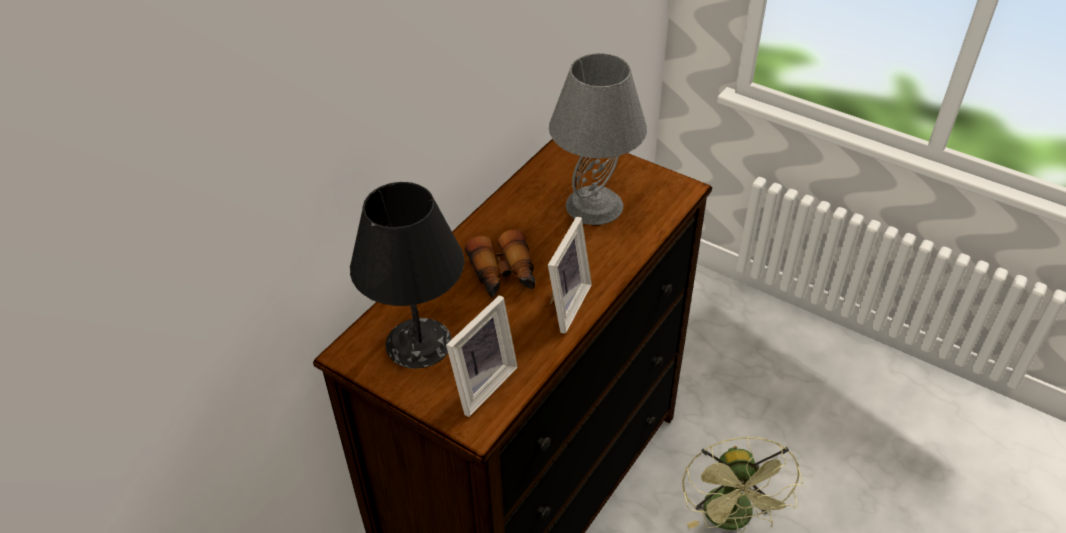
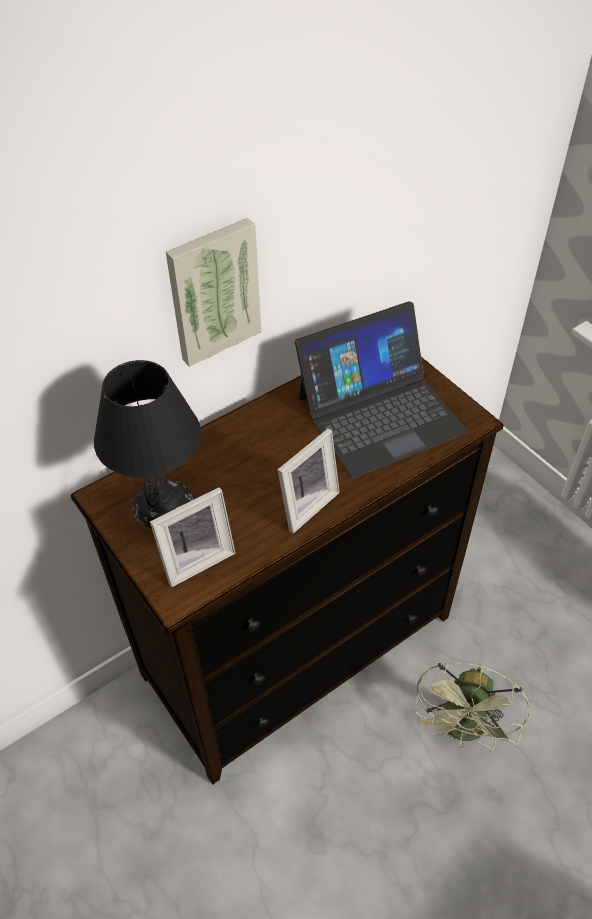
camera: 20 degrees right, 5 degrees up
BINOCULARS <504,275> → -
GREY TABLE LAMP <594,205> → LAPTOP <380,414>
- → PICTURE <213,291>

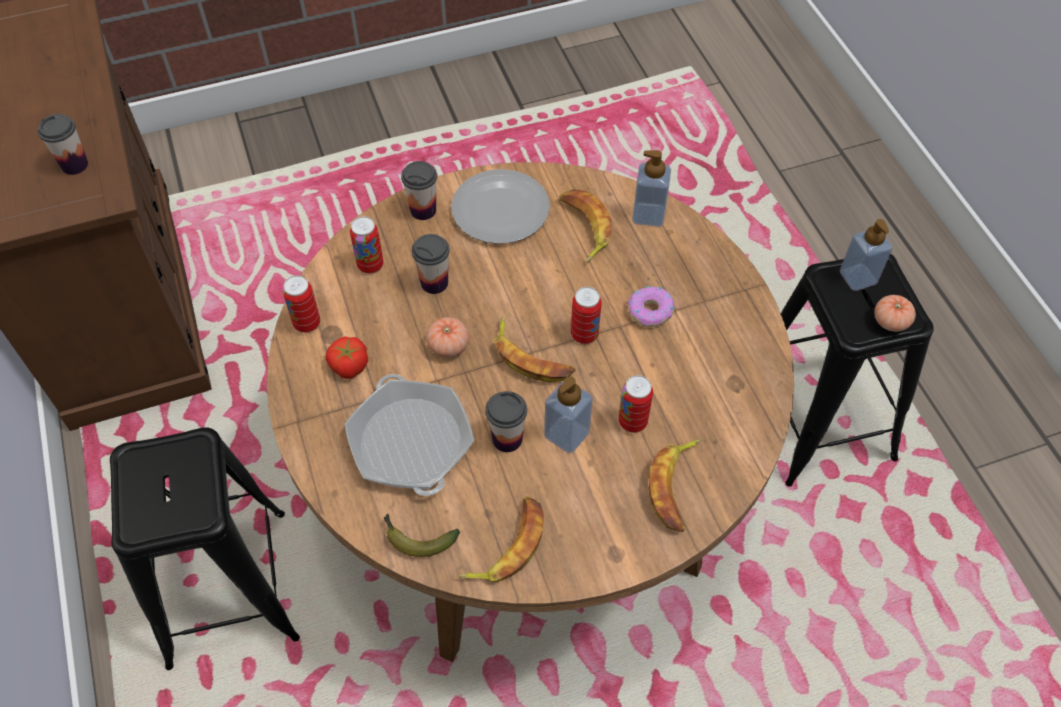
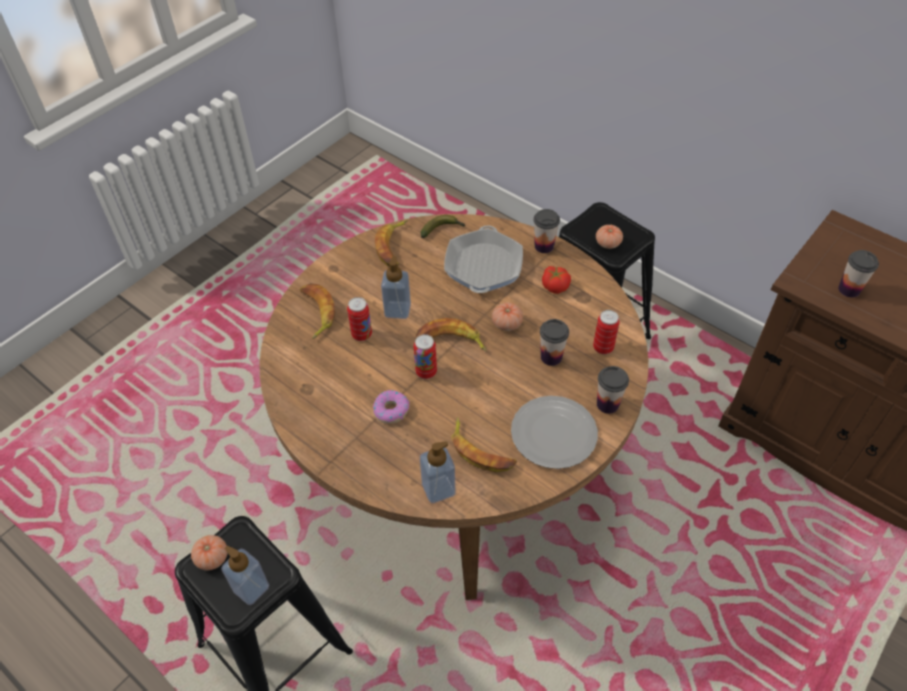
camera: 150 degrees right, 5 degrees down
CAN <307,323> → -
FRYING PAN <411,442> → FRYING PAN <483,266>, 120 degrees counterclockwise
CUP <507,439> → CUP <544,246>, move
- → TOMATO <608,243>

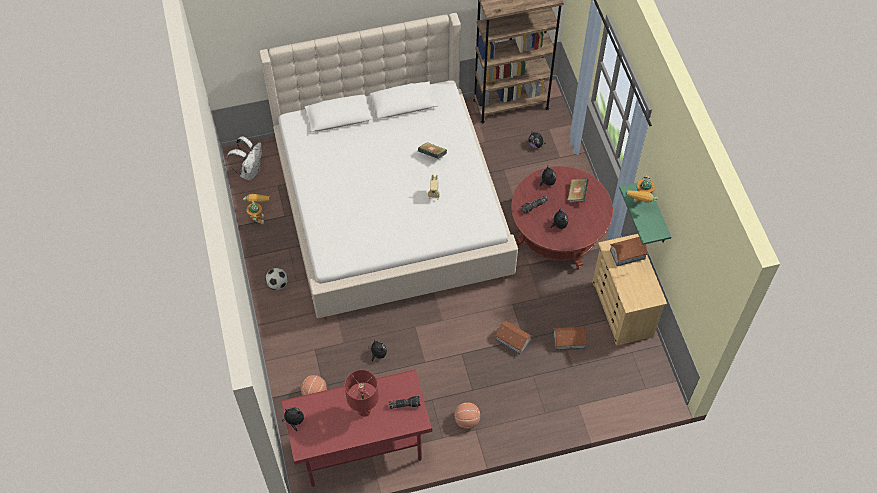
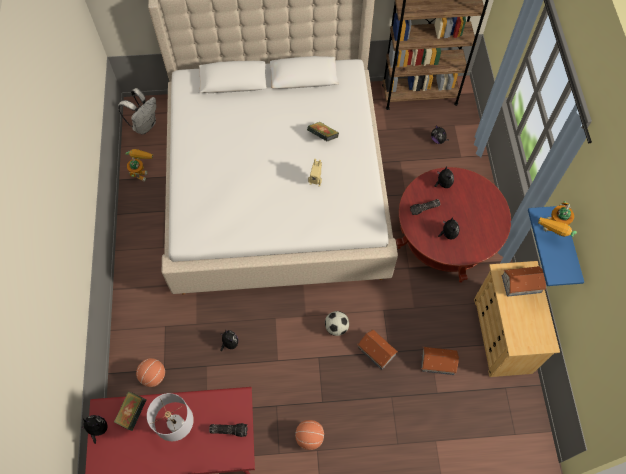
camera: 10 degrees right, 5 degrees up
FOOTBALL <277,284> → FOOTBALL <336,327>, move
RED TABLE LAMP <364,410> → GREY TABLE LAMP <181,429>
BOOK <577,195> → BOOK <132,413>, move
GREEN SHELF <657,215> → BLUE SHELF <568,249>

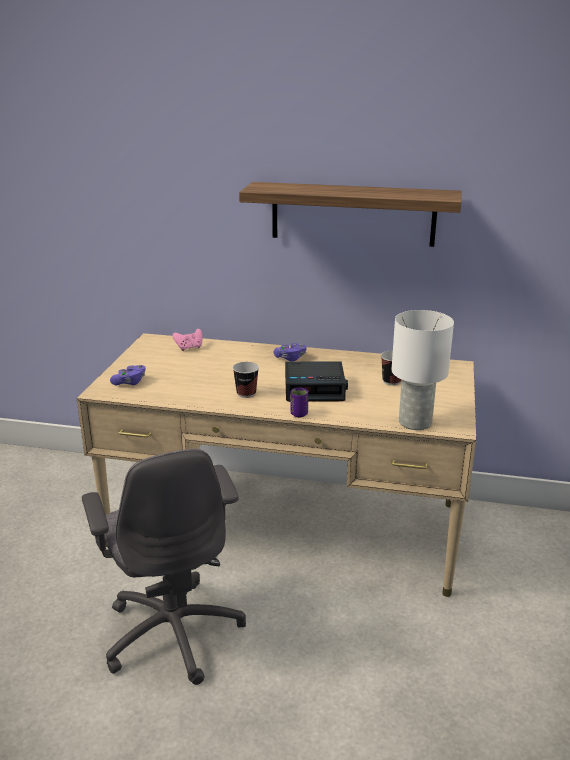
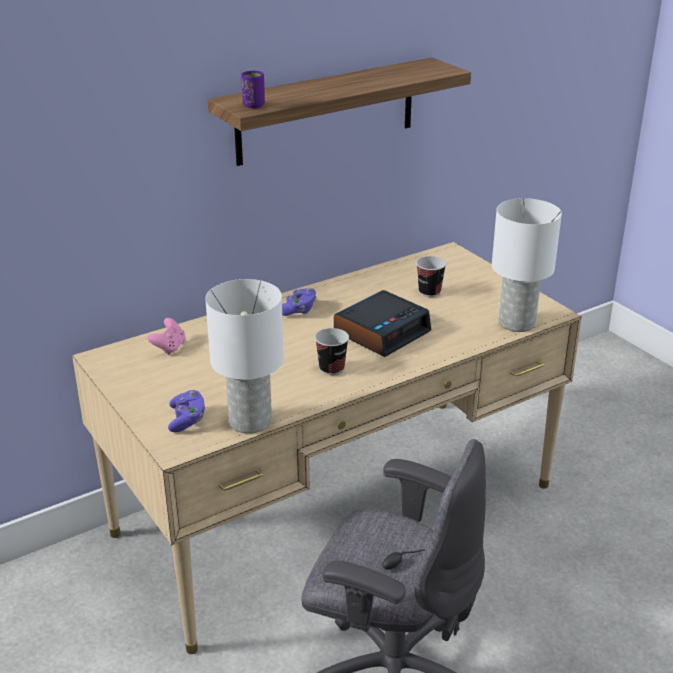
camera: 45 degrees left, 5 degrees up
PURPLE CUP <299,414> → PURPLE CUP <253,105>, move
- → WHITE TABLE LAMP <249,421>

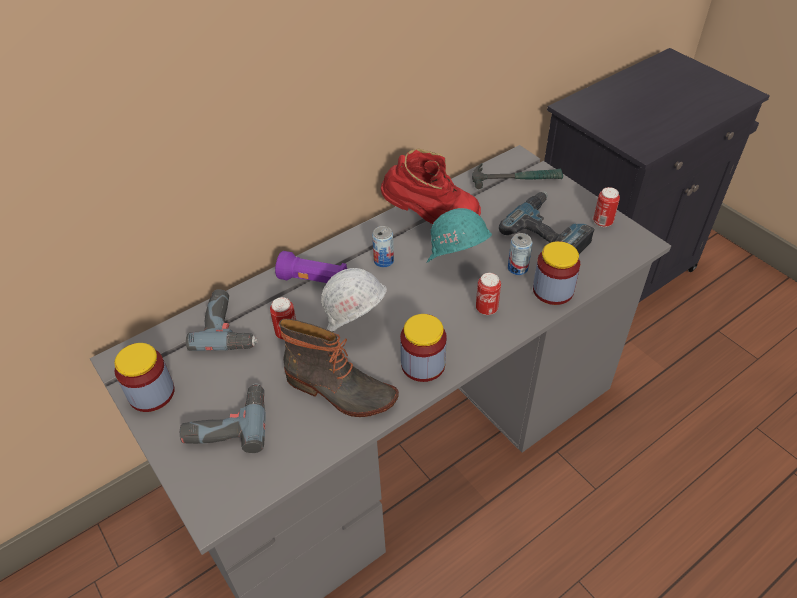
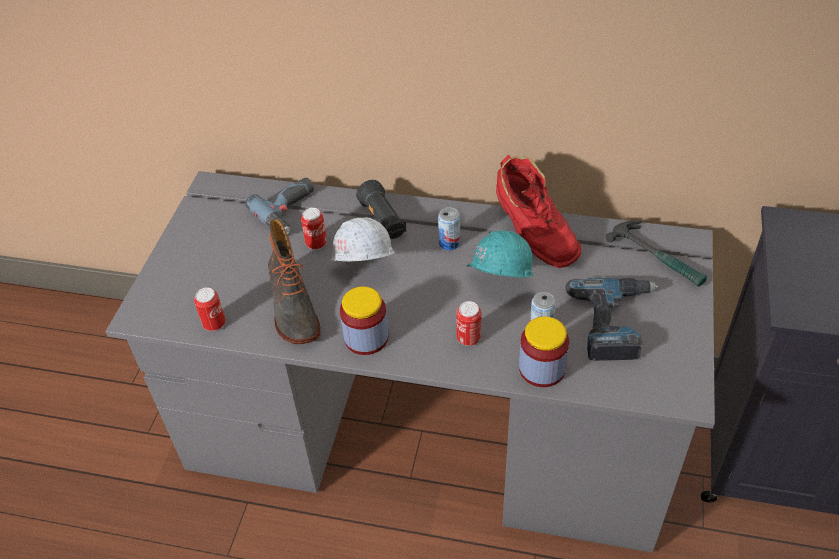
camera: 50 degrees right, 0 degrees up
JAR <151,393> → -
POWER DRILL <227,423> → -
PURPLE FLASHLIGHT <314,280> → BLACK FLASHLIGHT <383,221>
CAN <602,222> → CAN <214,324>, move

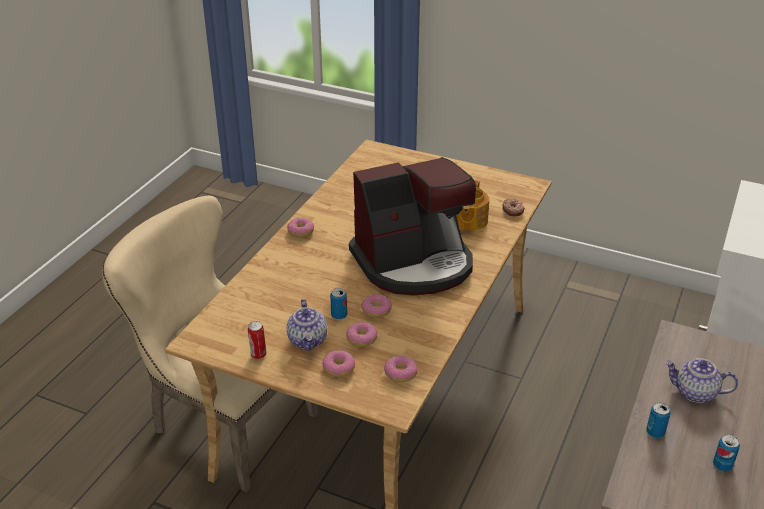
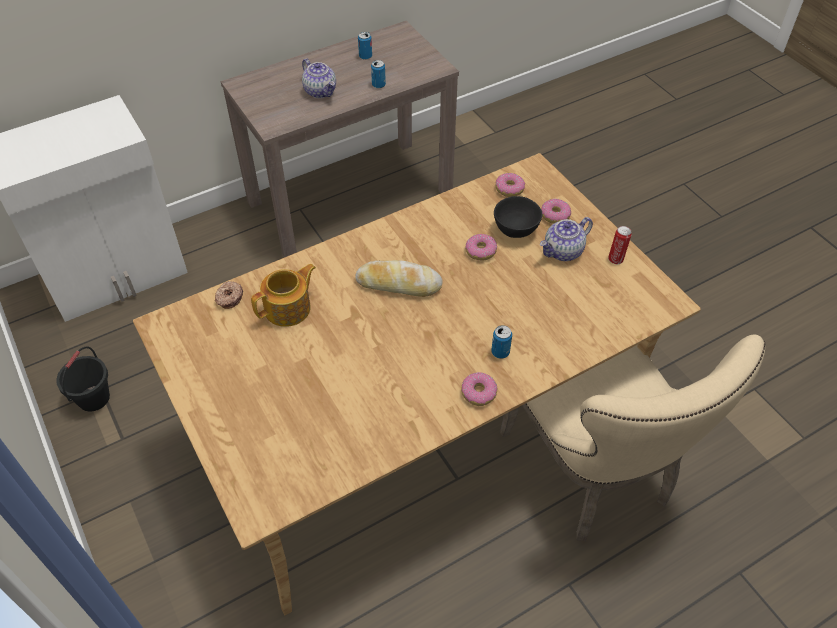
camera: 145 degrees left, 15 degrees up
TEAPOT <308,340> → TEAPOT <563,252>, 150 degrees counterclockwise
CAN <339,315> → CAN <500,352>, move
DONUT <361,339> → BLACK BOWL <516,231>
COFFEE MACHINE <414,263> → BREAD <398,284>
- → BLACK BUCKET <93,398>

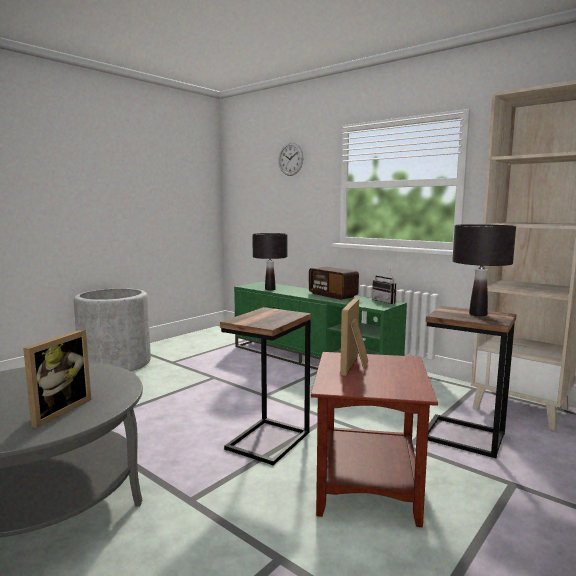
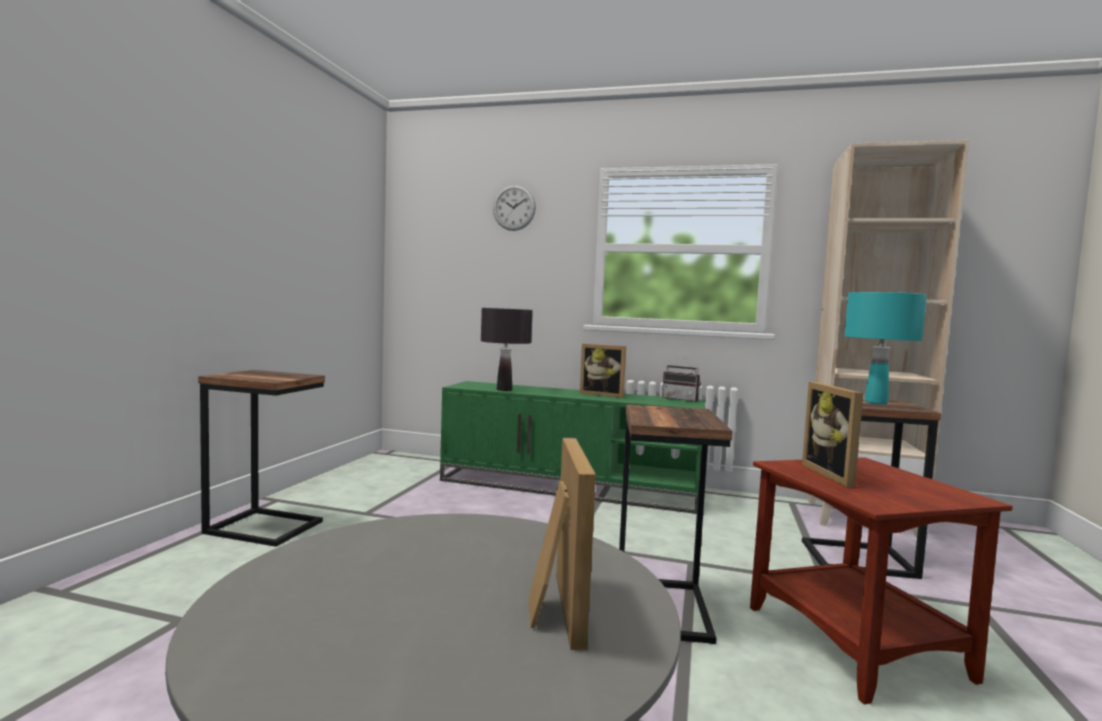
camera: 25 degrees left, 5 degrees down
GREY PLANTER <116,363> → SIDE TABLE <265,527>
RADIO <332,295> → PICTURE FRAME <603,394>
BLACK TABLE LAMP <478,314> → TURQUOISE TABLE LAMP <876,402>

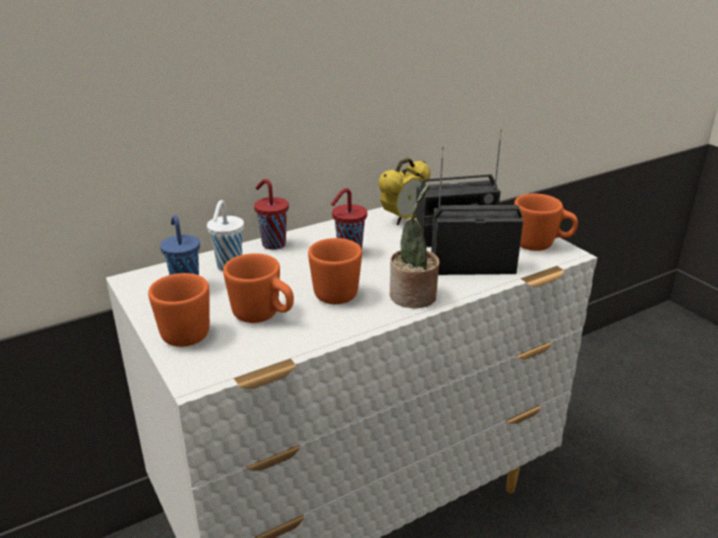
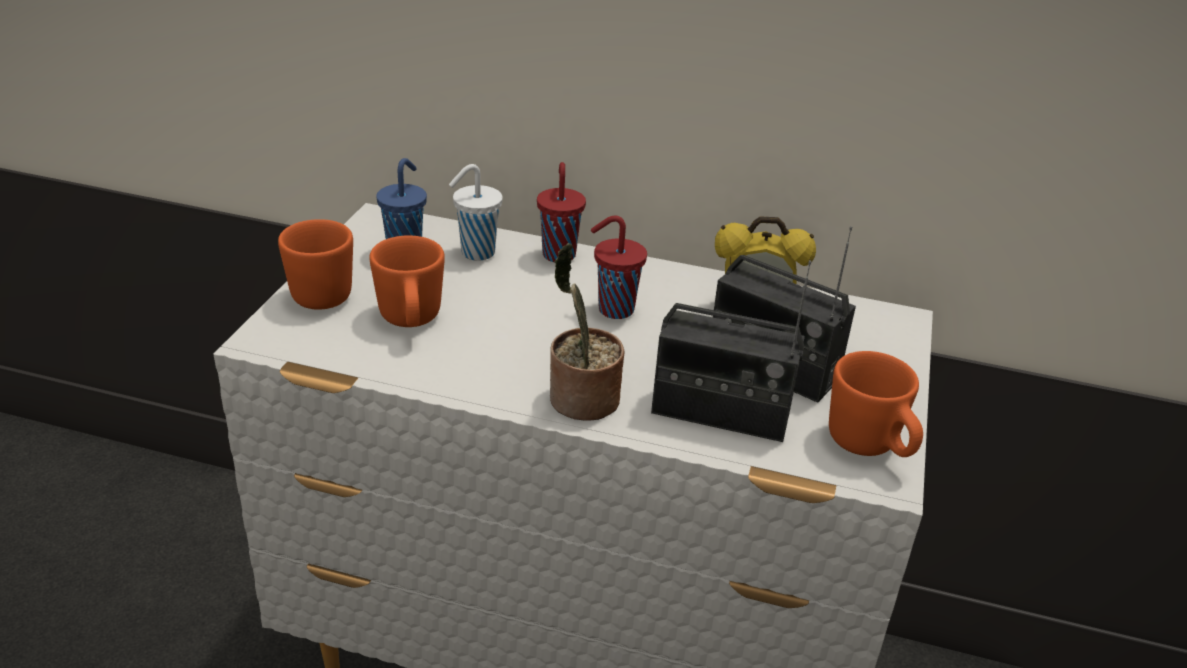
camera: 45 degrees right, 5 degrees up
ORANGE MUG <331,291> → -
RADIO <472,266> → RADIO <720,413>, 150 degrees clockwise

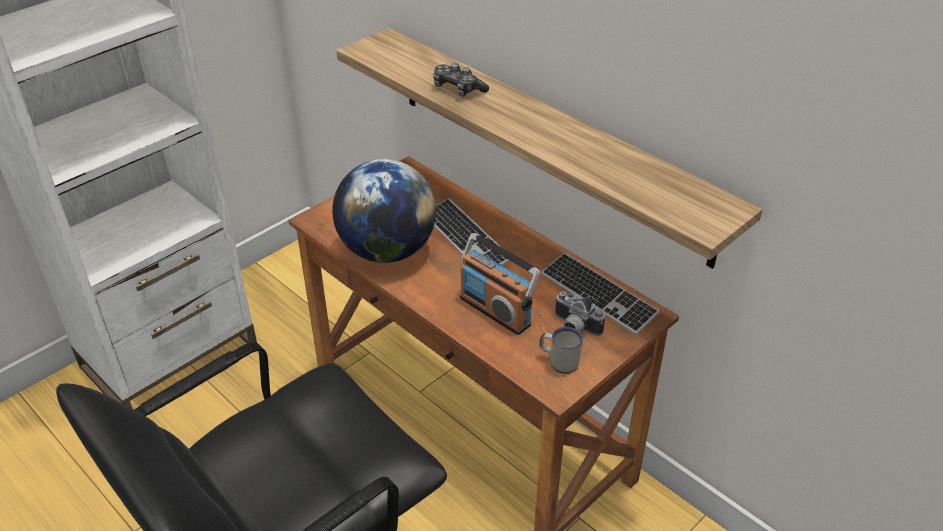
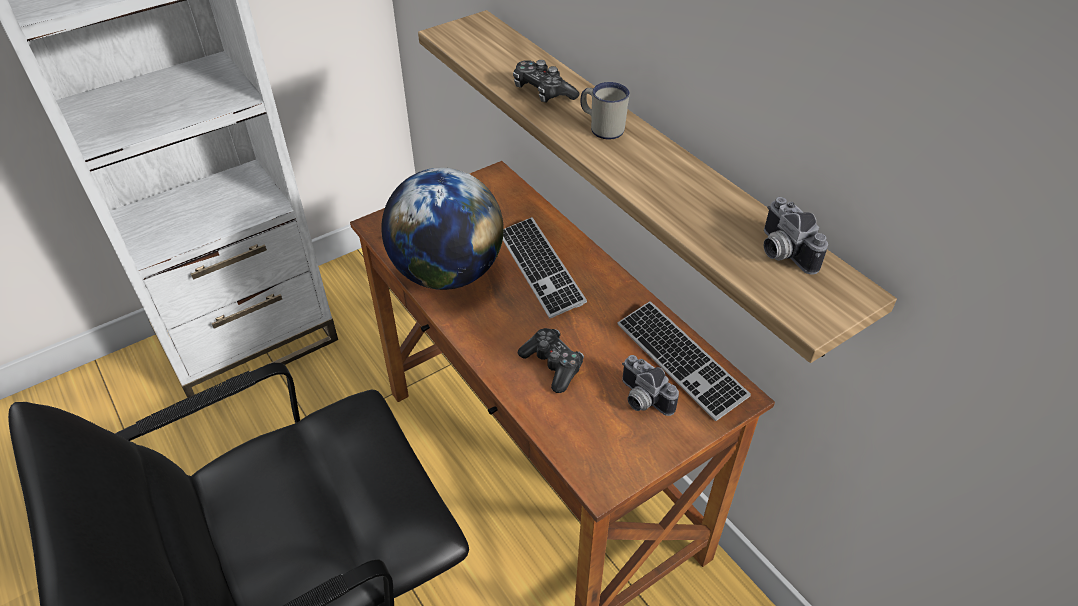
camera: 10 degrees right, 5 degrees up
RADIO <496,310> → GAME CONTROLLER <553,365>
WHITE MUG <559,361> → WHITE MUG <602,128>, move
- → PHOTO CAMERA <781,252>

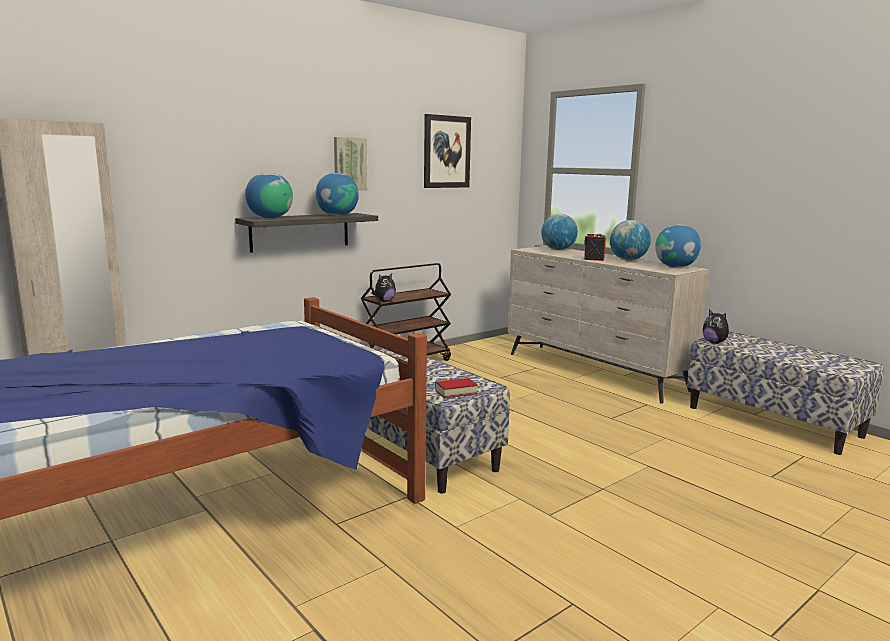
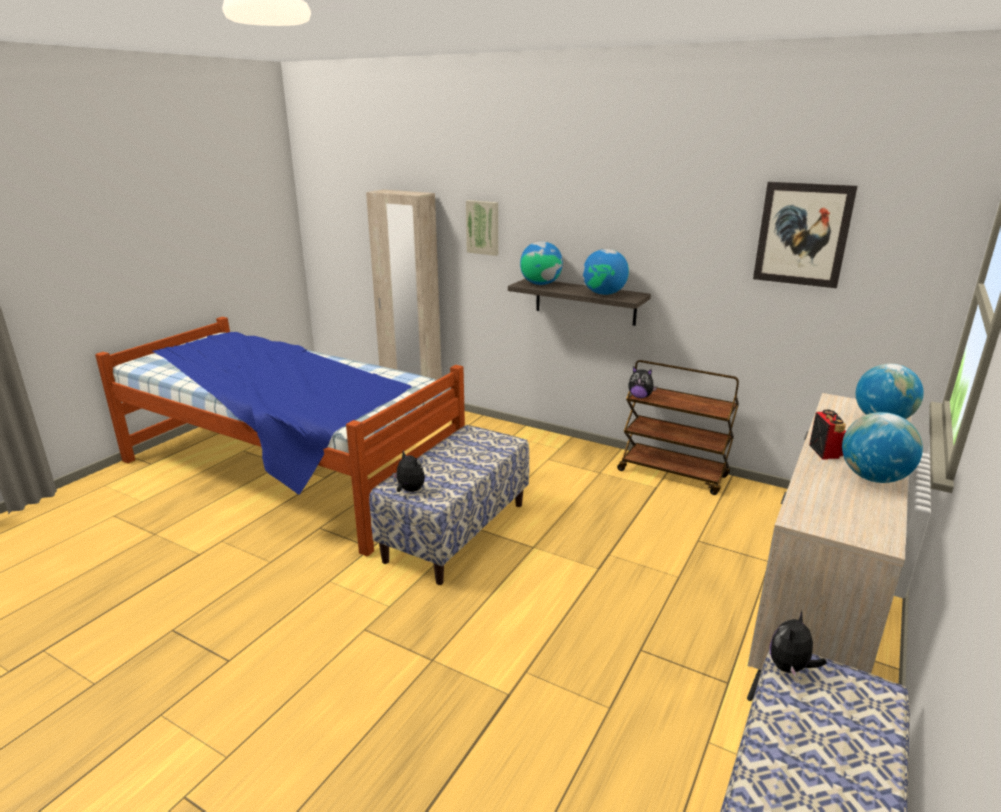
camera: 70 degrees right, 10 degrees up
PICTURE <349,164> → PICTURE <483,227>, move
BOOK <456,392> → PLUSH TOY <409,490>
GLOBE <675,267> → -

